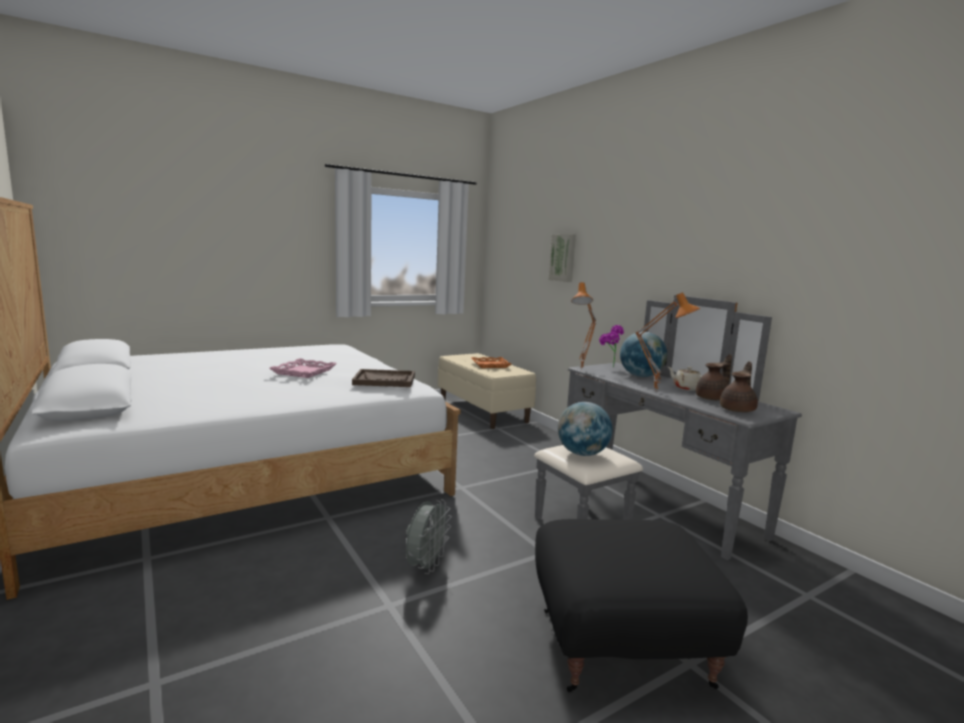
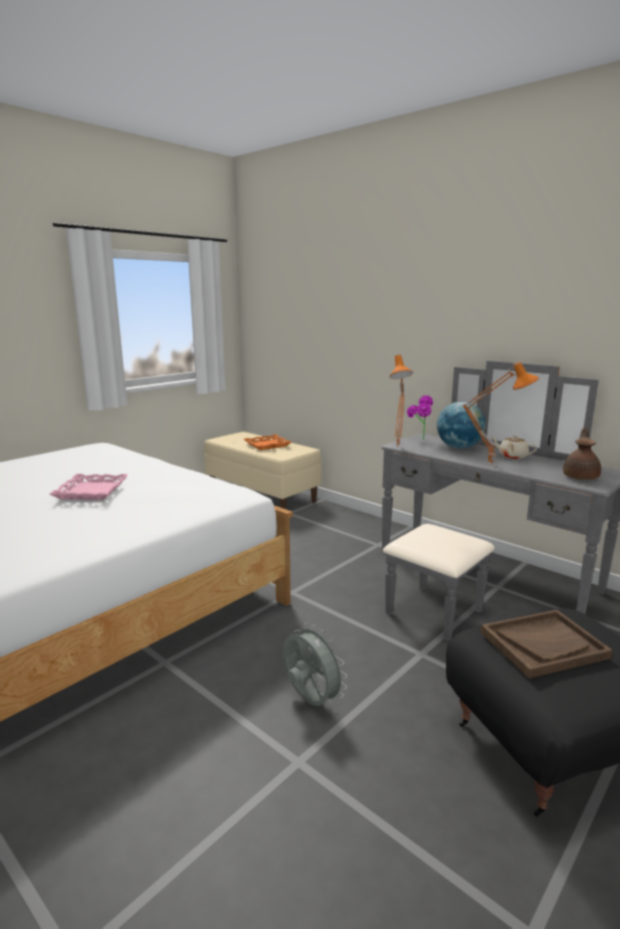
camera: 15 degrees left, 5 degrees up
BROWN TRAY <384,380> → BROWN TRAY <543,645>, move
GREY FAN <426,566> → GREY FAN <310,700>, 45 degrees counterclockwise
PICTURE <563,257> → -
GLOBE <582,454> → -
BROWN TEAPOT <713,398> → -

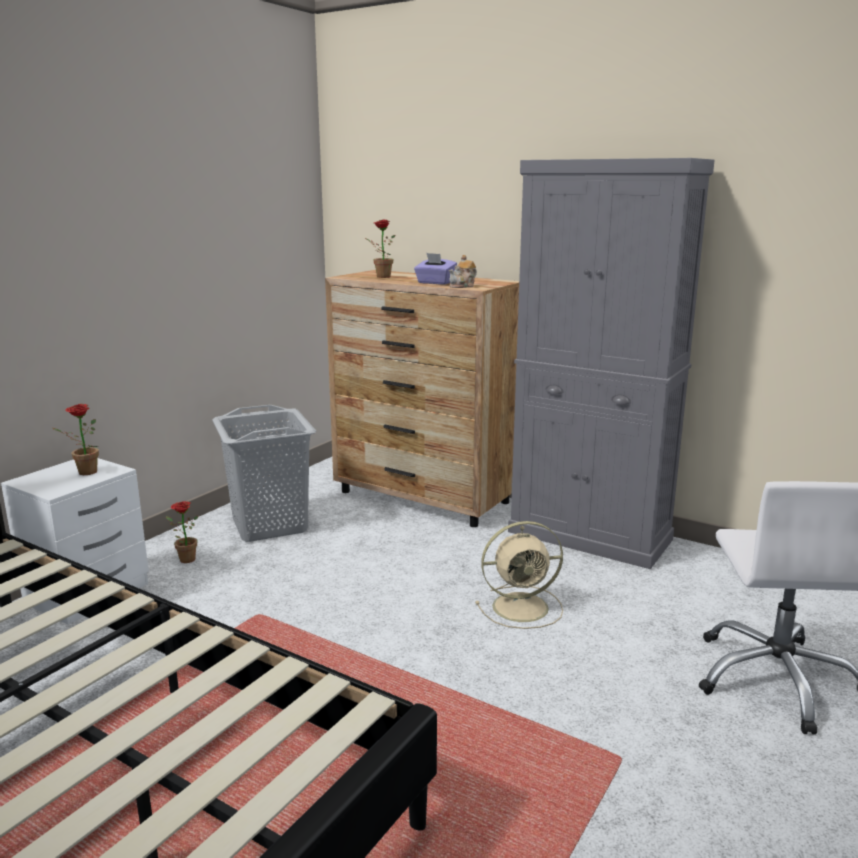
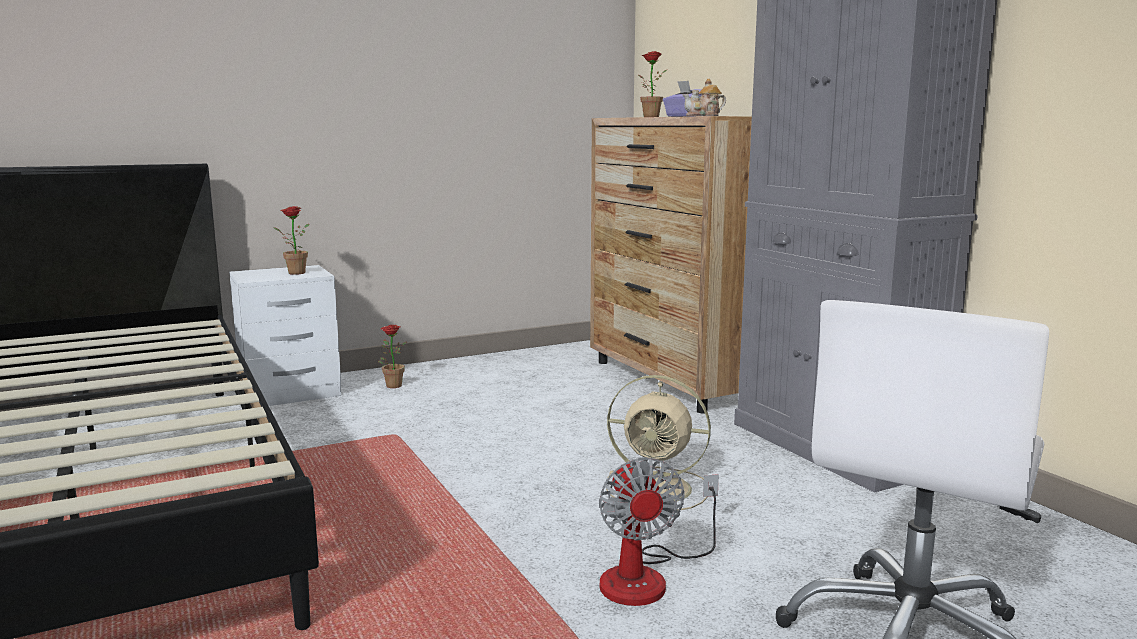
camera: 30 degrees right, 5 degrees down
GREY LAUNDRY BASKET <270,525> → -
- → FAN <648,576>

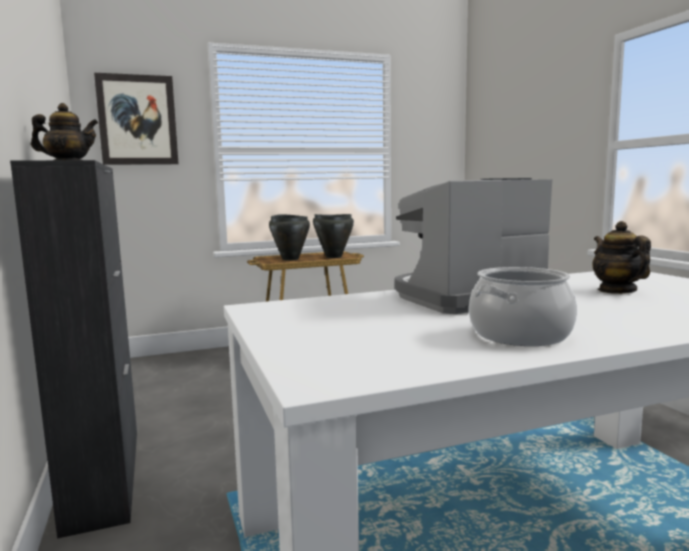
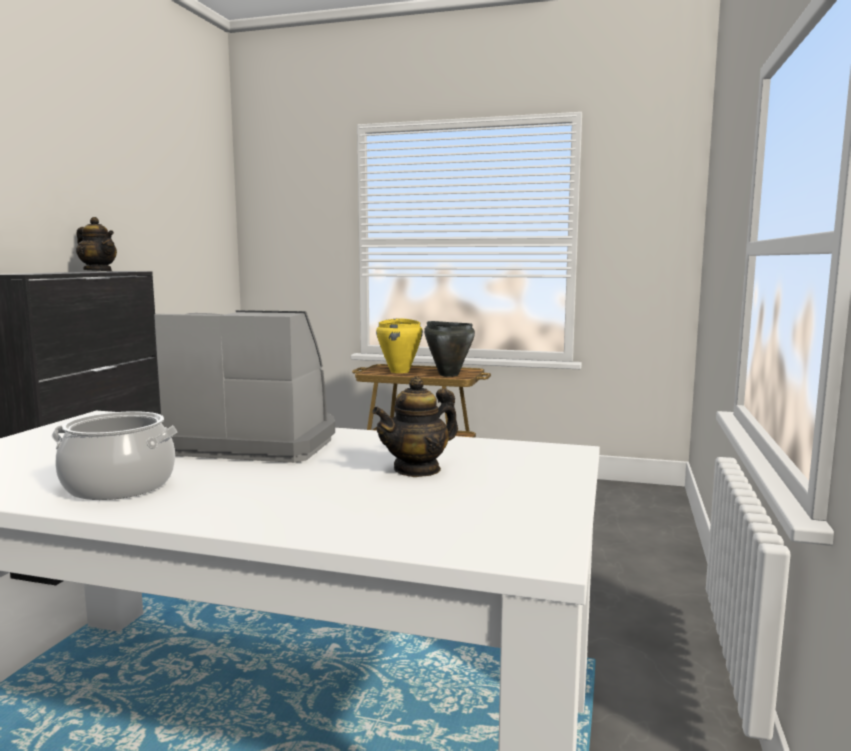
camera: 35 degrees right, 0 degrees up
PICTURE <137,120> → -
BLACK COOKING POT <290,259> → YELLOW COOKING POT <400,371>
TEAPOT <617,291> → TEAPOT <417,469>, 150 degrees counterclockwise

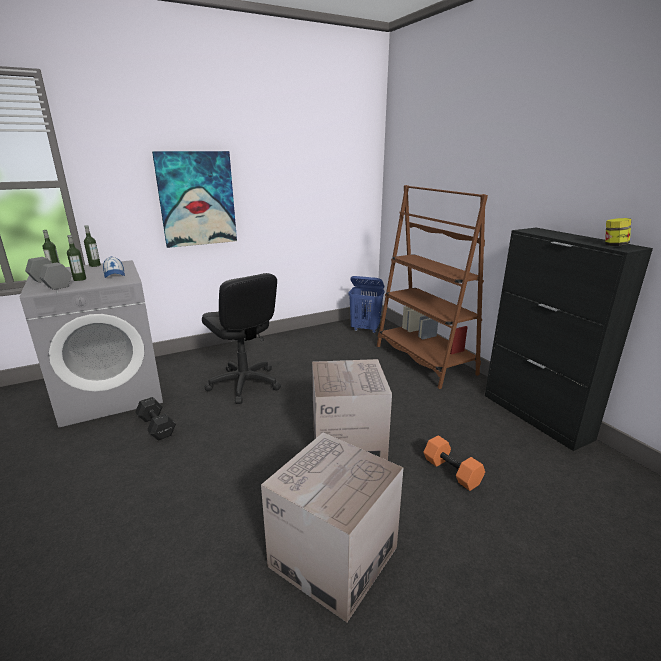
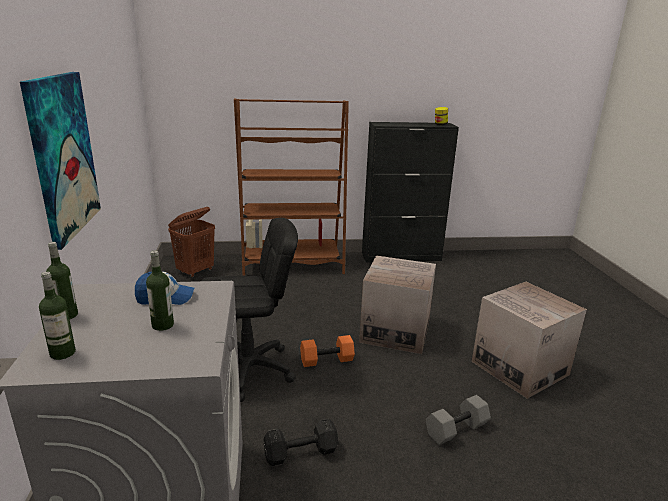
camera: 70 degrees left, 0 degrees up
GREY DUMBBELL <50,283> → GREY DUMBBELL <456,430>, move
BLUE LAUNDRY BASKET <365,329> → BROWN LAUNDRY BASKET <196,271>
ORANGE DUMBBELL <452,471> → ORANGE DUMBBELL <327,359>, move

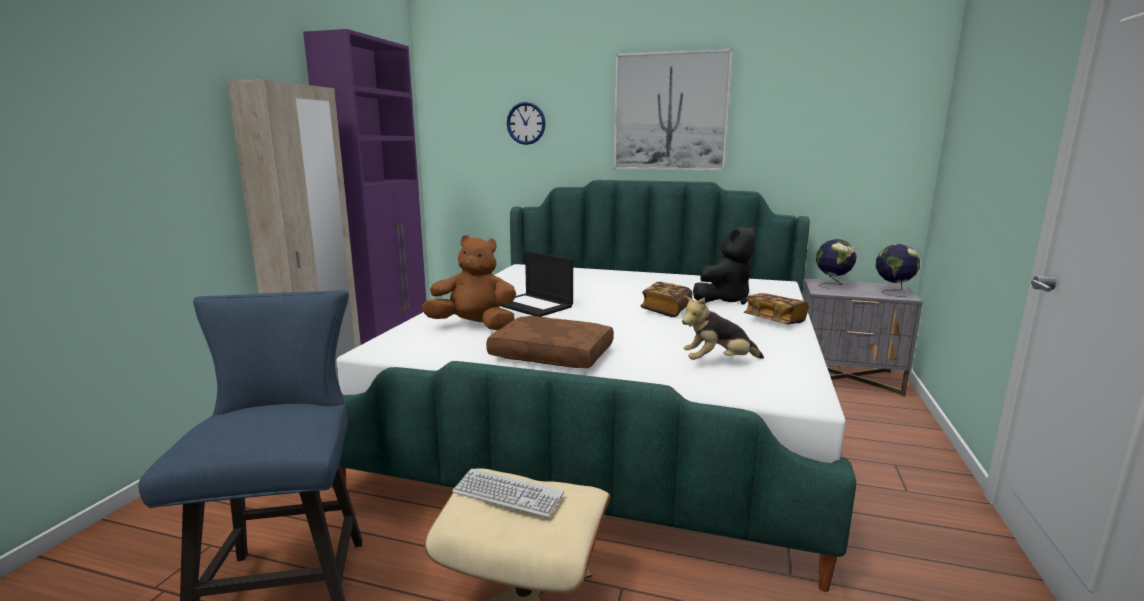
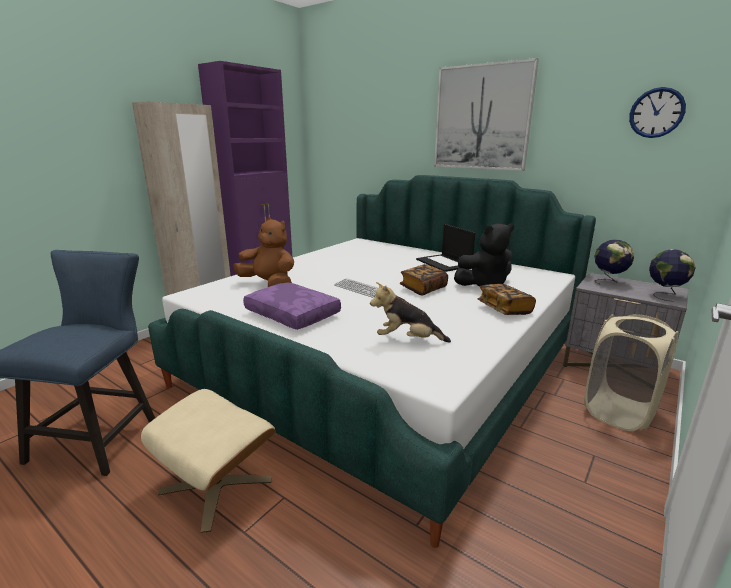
camera: 20 degrees right, 5 degrees up
KEYBOARD <507,494> → KEYBOARD <359,289>, move
BROWN PILLOW <553,354> → PURPLE PILLOW <294,314>
LAPTOP <534,305> → LAPTOP <444,263>, move
WALL CLOCK <526,123> → WALL CLOCK <656,113>, move
- → BEIGE LAUNDRY BASKET <619,412>

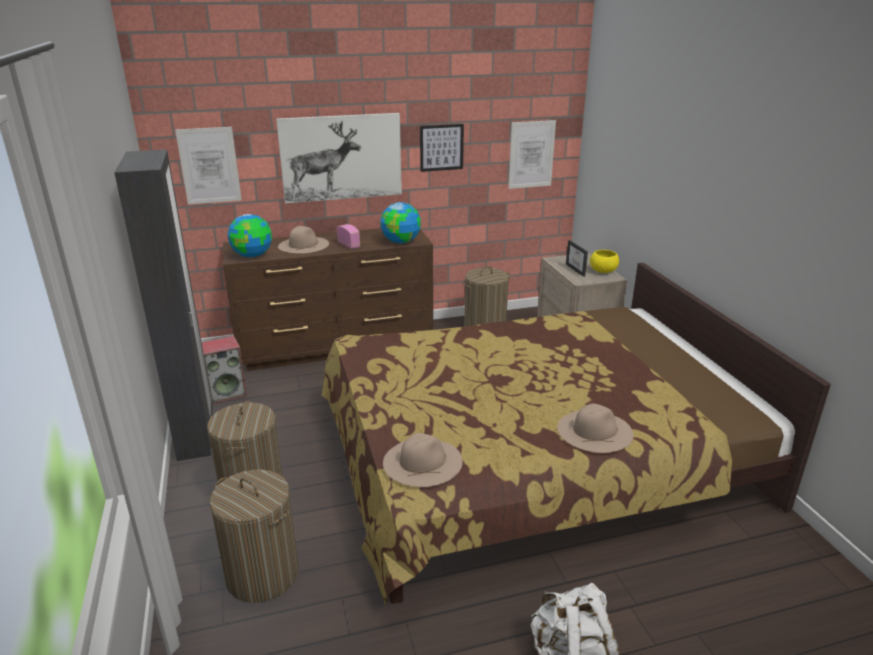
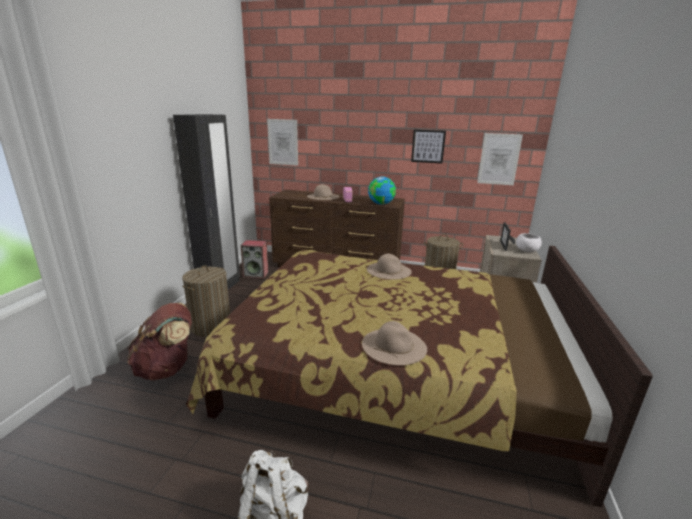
camera: 30 degrees right, 5 degrees down
LAUNDRY BASKET <263,575> → BROWN BACKPACK <167,368>
GLOBE <253,255> → -
PICTURE <341,157> → -
BEIGE HAT <422,461> → BEIGE HAT <388,270>, move
YELLOW BOWL <603,271> → WHITE BOWL <527,251>

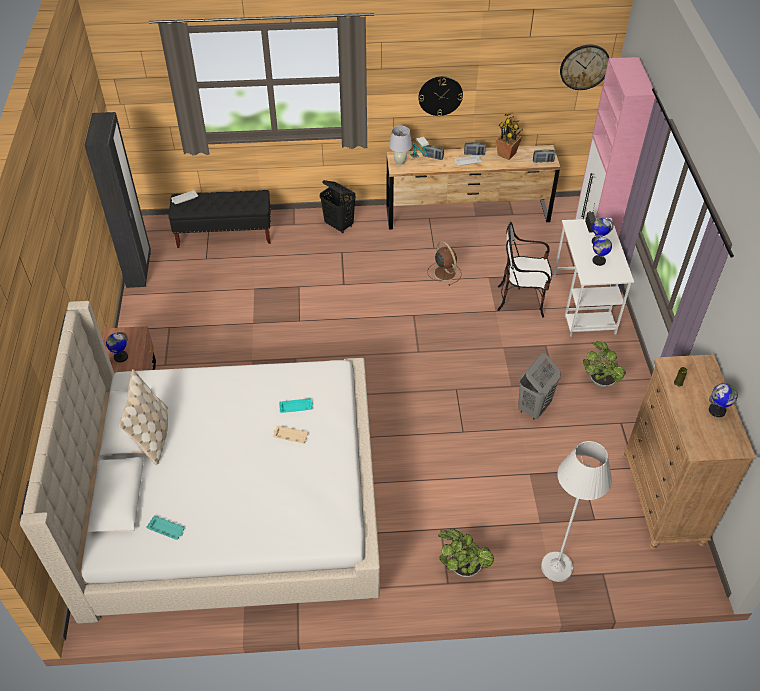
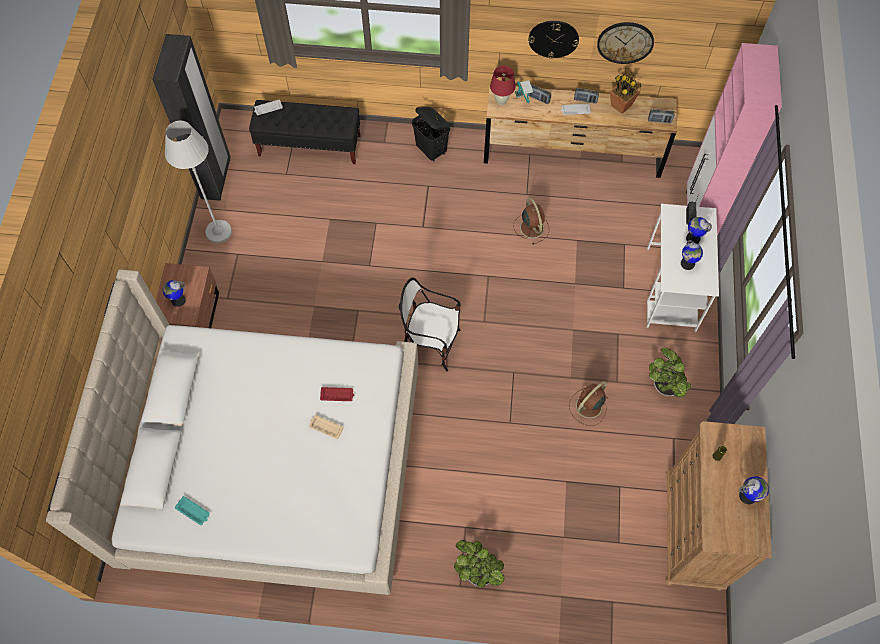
camera: 10 degrees right, 15 degrees up
BEIGE PILLOW <153,436> → -
TURQUOISE TRAY <296,407> → RED TRAY <337,395>
WHITE TABLE LAMP <400,162> → RED TABLE LAMP <501,101>
CHAIR <521,300> → CHAIR <431,344>, move
GREY LAUNDRY BASKET <533,408> → BROWN FAN <588,407>
WHITE FLOOR LAMP <556,567> → WHITE FLOOR LAMP <218,232>, move
WALL CLOCK <584,67> → WALL CLOCK <625,42>, move

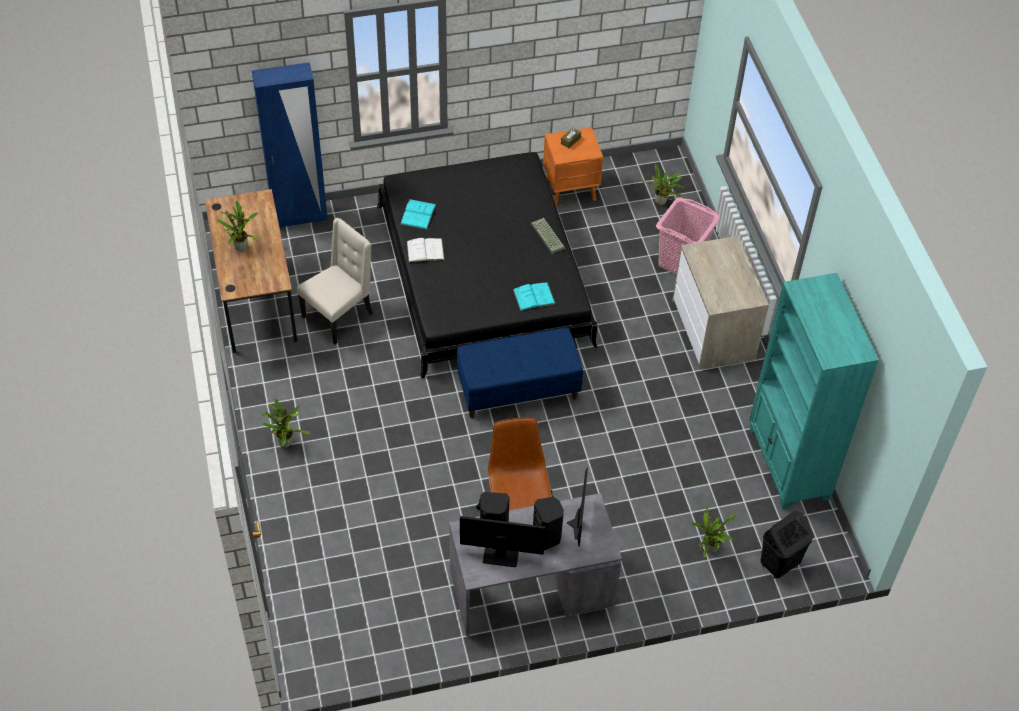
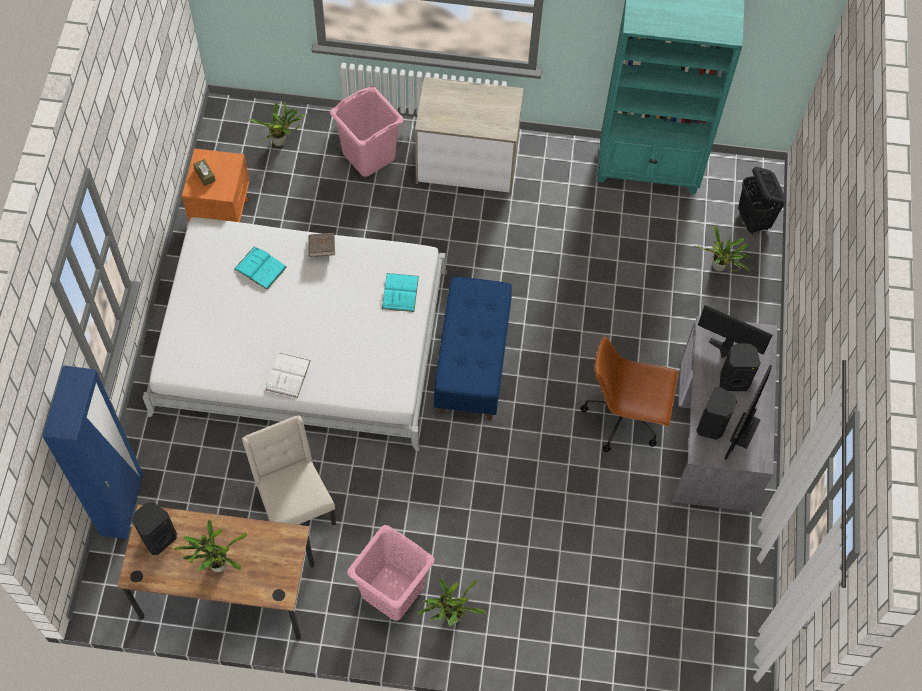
camera: 70 degrees left, 10 degrees up
BLACK BED <483,274> → WHITE BED <301,342>
TURQUOISE BOOK <418,214> → TURQUOISE BOOK <260,268>, move
KEYBOARD <548,236> → BROWN BOOK <322,249>
- → BLACK SPEAKER <158,538>
- → PINK LAUNDRY BASKET <393,591>

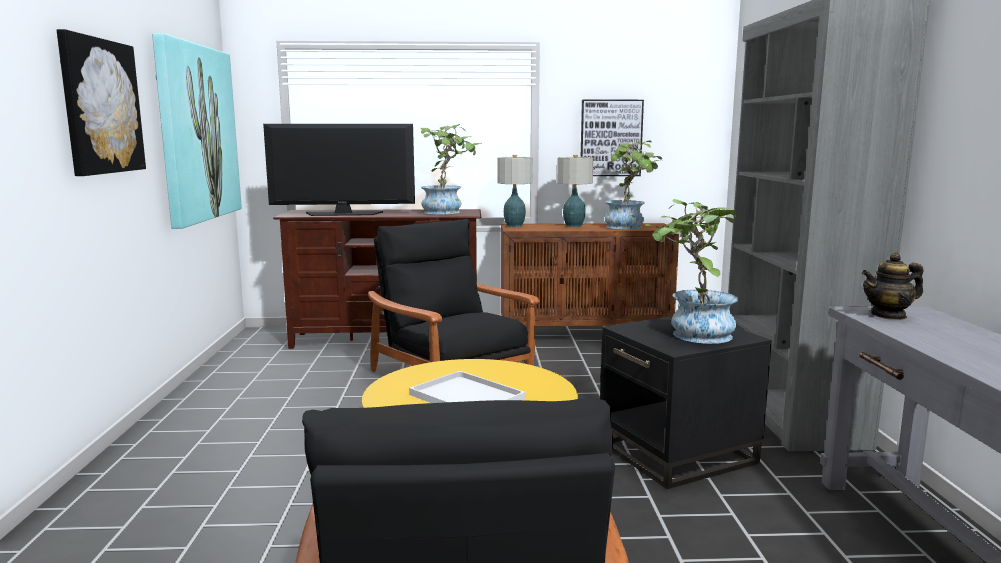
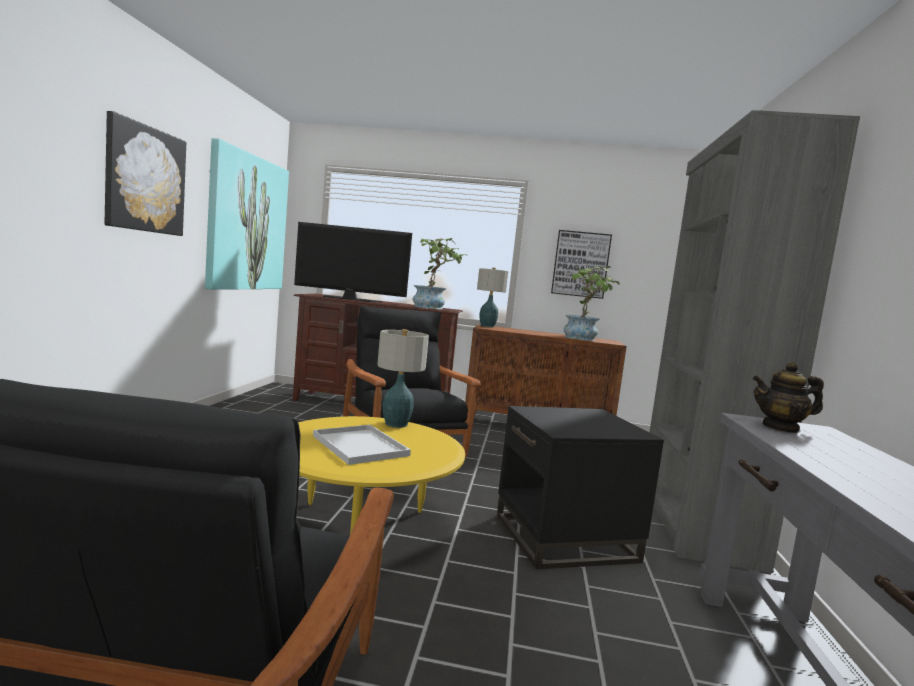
camera: 10 degrees right, 5 degrees down
TABLE LAMP <573,225> → TABLE LAMP <395,424>, move
POTTED PLANT <692,334> → -

